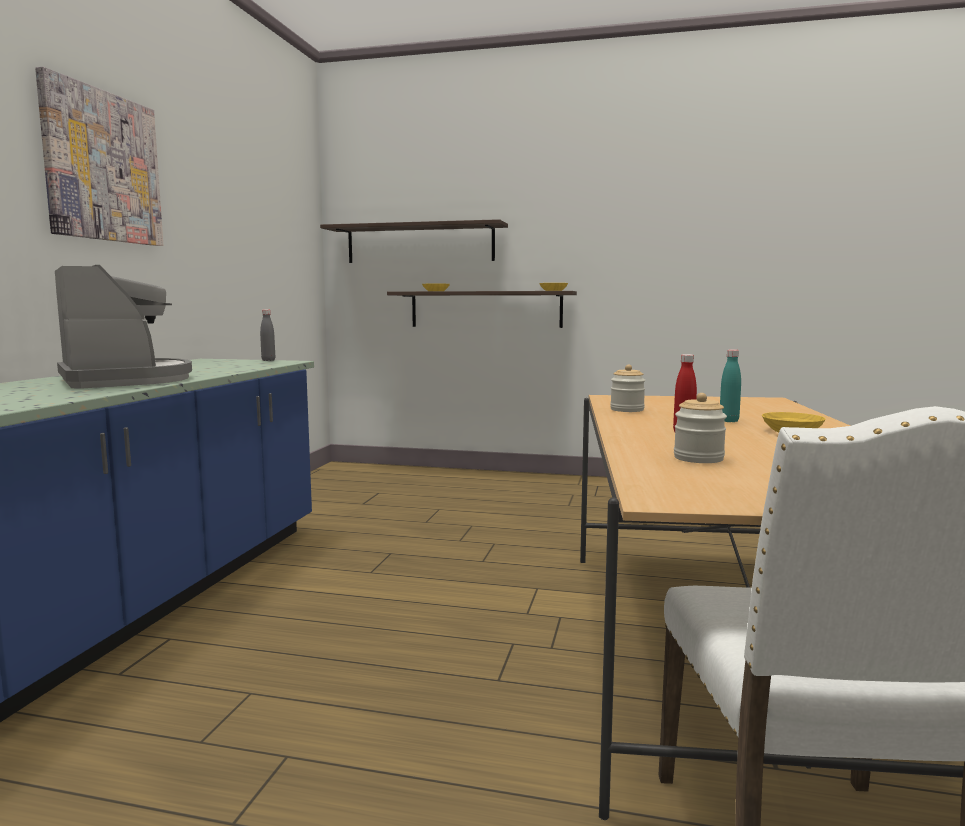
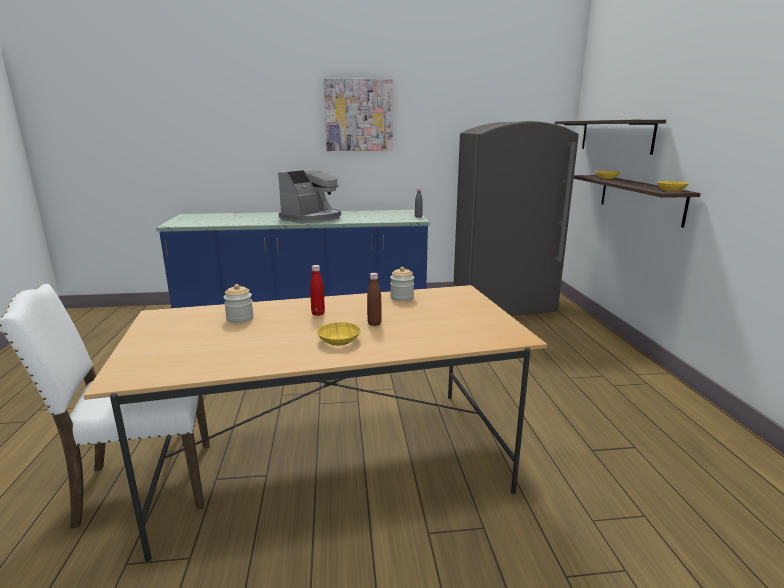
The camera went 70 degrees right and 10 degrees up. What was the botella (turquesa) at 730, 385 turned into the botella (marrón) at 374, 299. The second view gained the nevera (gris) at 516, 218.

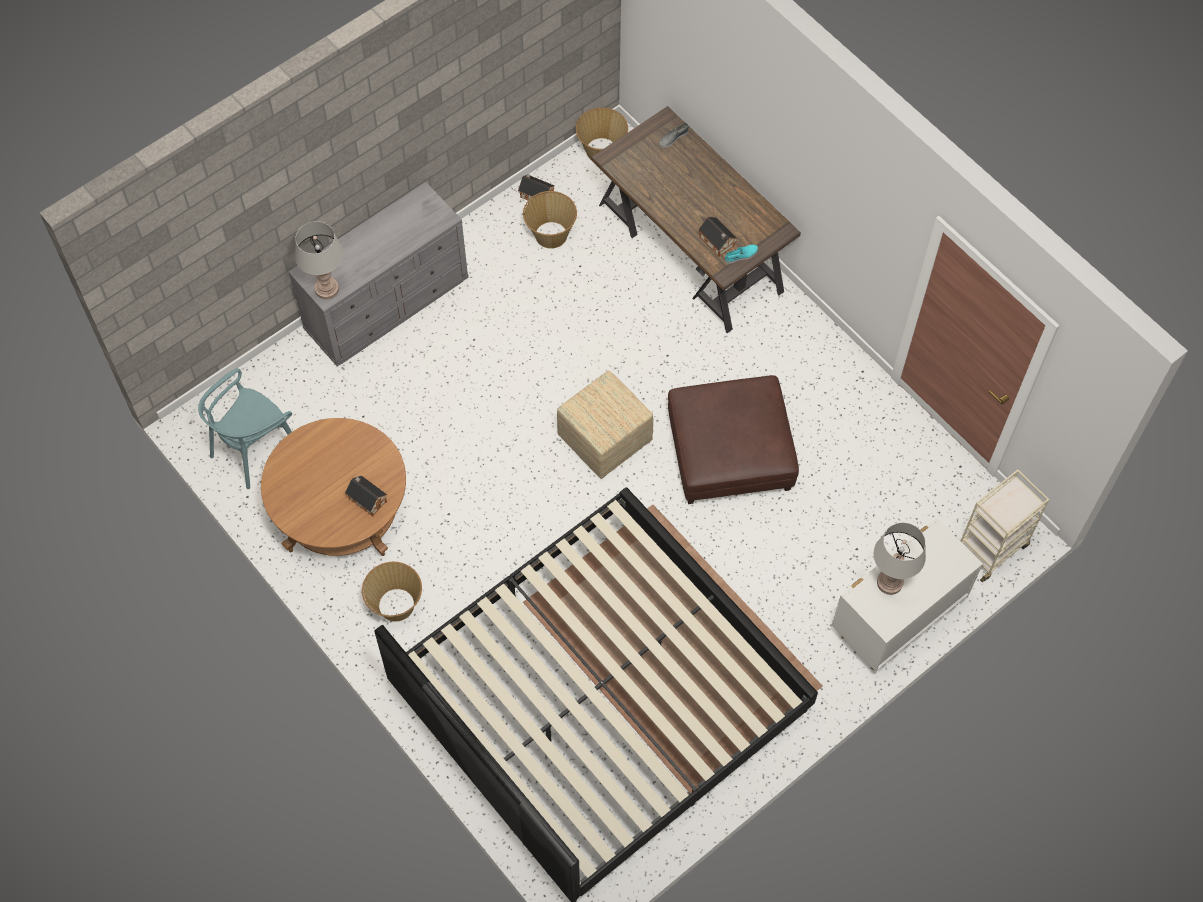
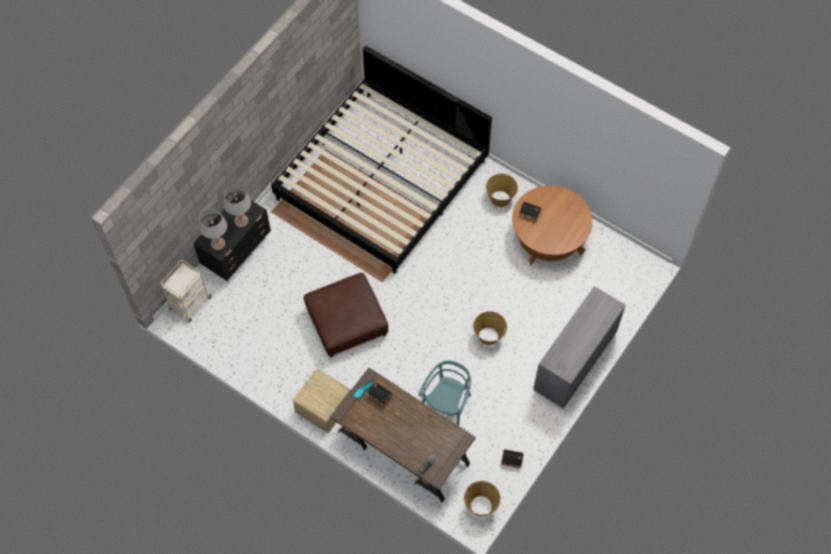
The camera went 165 degrees right and 0 degrees up. The silla (turquesa) ended up elsewhere, having gone from 245, 428 to 445, 393. The lámpara de mesa (gris) ended up elsewhere, having gone from 319, 260 to 213, 229. The cesta ended up elsewhere, having gone from 550, 220 to 490, 328. The puf ended up elsewhere, having gone from 605, 425 to 322, 401. What was the cómoda (blanco) at 907, 594 turned into the cómoda (negro) at 232, 237.

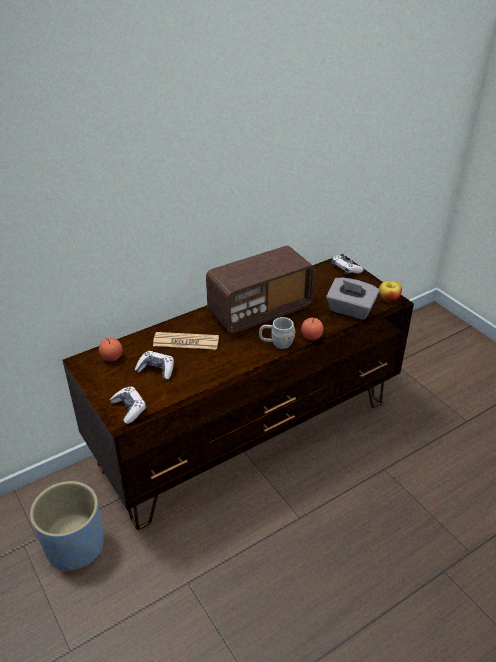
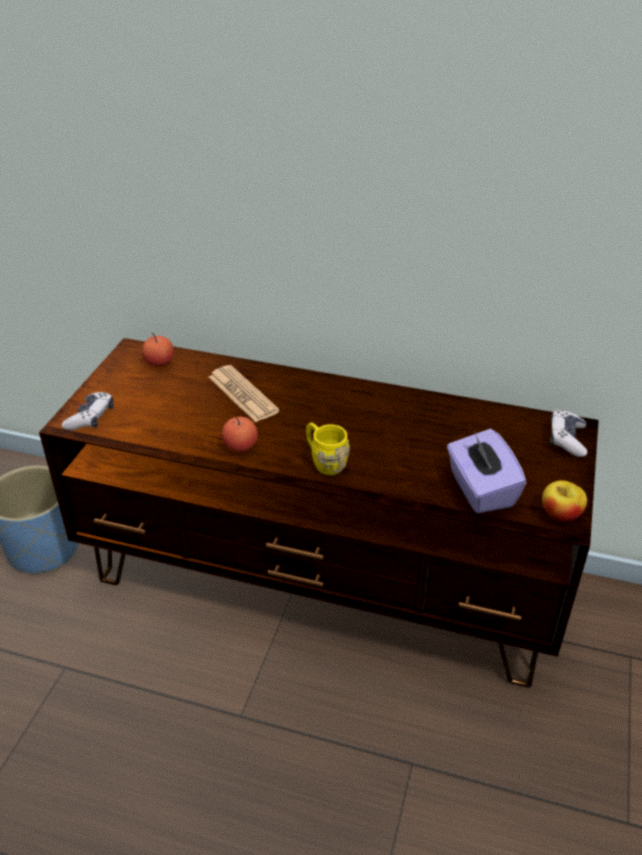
The camera went 50 degrees right and 0 degrees up. The second view lost the mando de consola at 154, 365. The second view lost the radio at 260, 289. What was the taza grande (gris) at 277, 333 turned into the taza grande (amarillo) at 328, 449. The manzana ended up elsewhere, having gone from 312, 329 to 240, 434. What was the caja de pañuelos (gris) at 352, 299 turned into the caja de pañuelos (morado) at 487, 471.

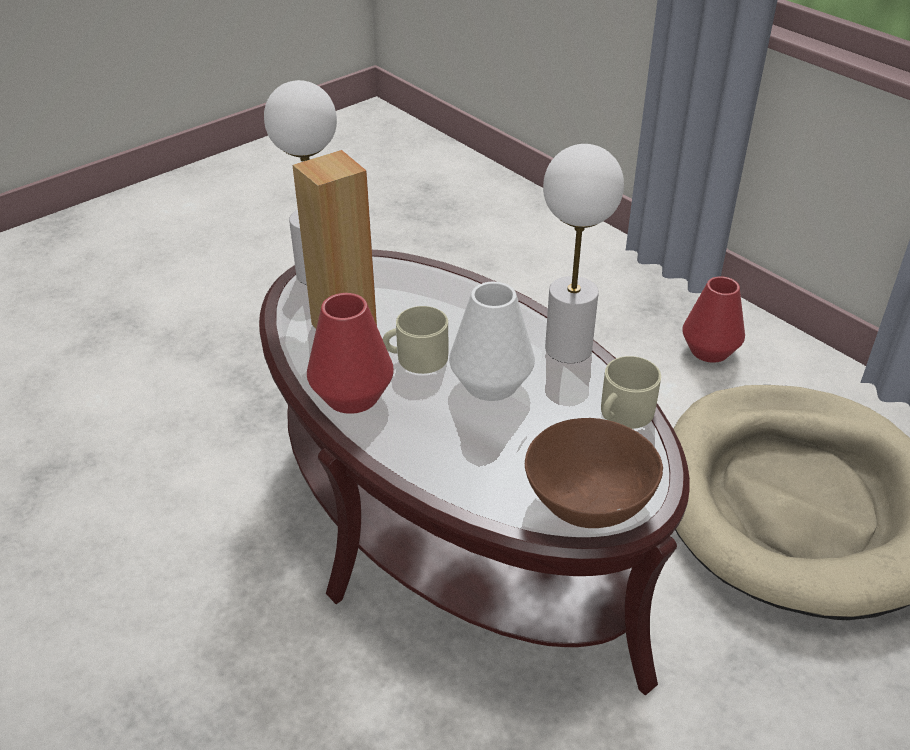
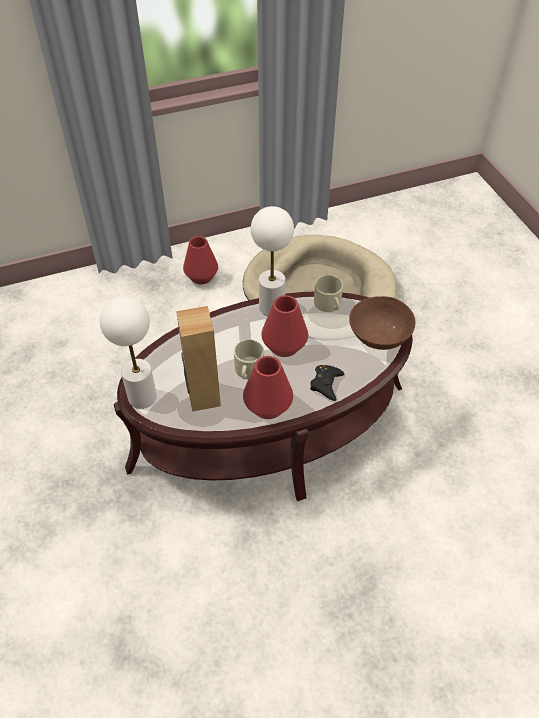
The camera went 70 degrees left and 10 degrees up. What was the florero (blanco) at 492, 341 turned into the florero (rojo) at 284, 326. The second view gained the mando de consola (negro) at 327, 383.

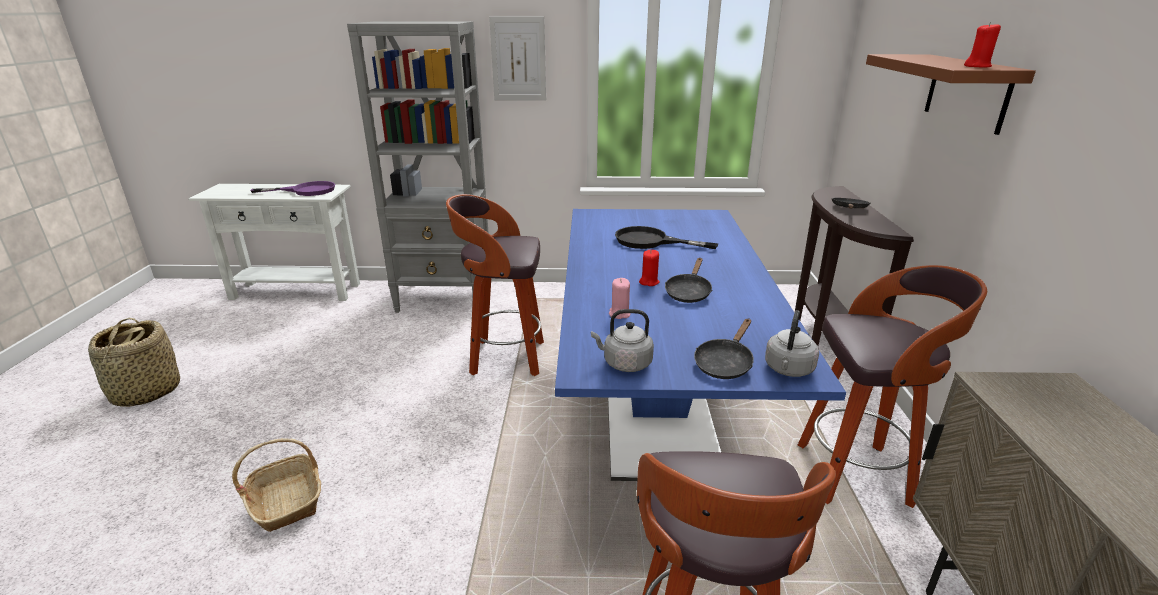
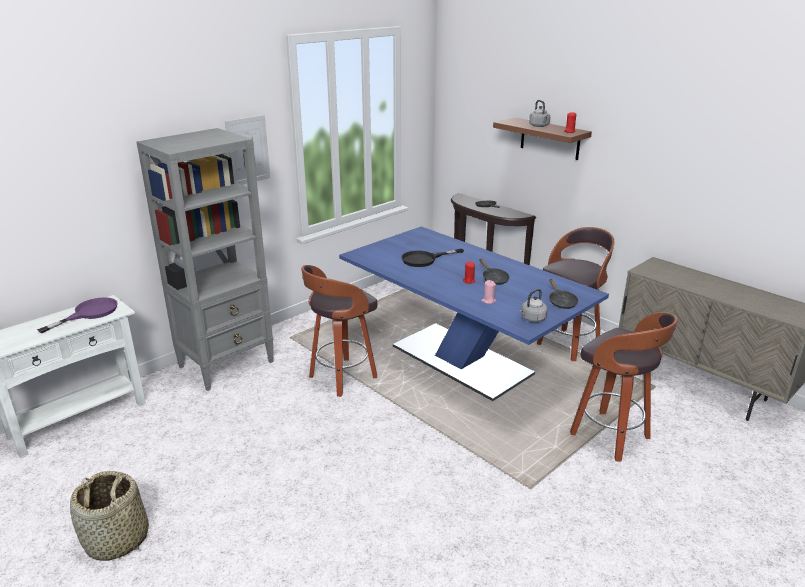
The camera went 45 degrees left and 0 degrees up. The second view lost the cesta at 276, 485. The hervidor (gris) ended up elsewhere, having gone from 792, 343 to 539, 113.

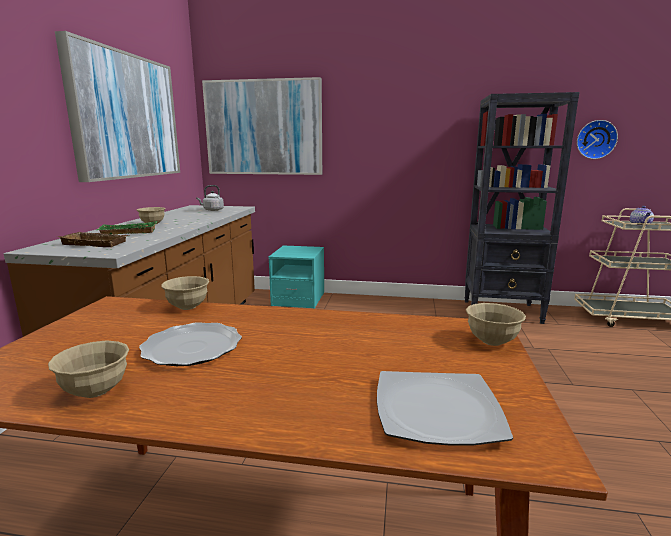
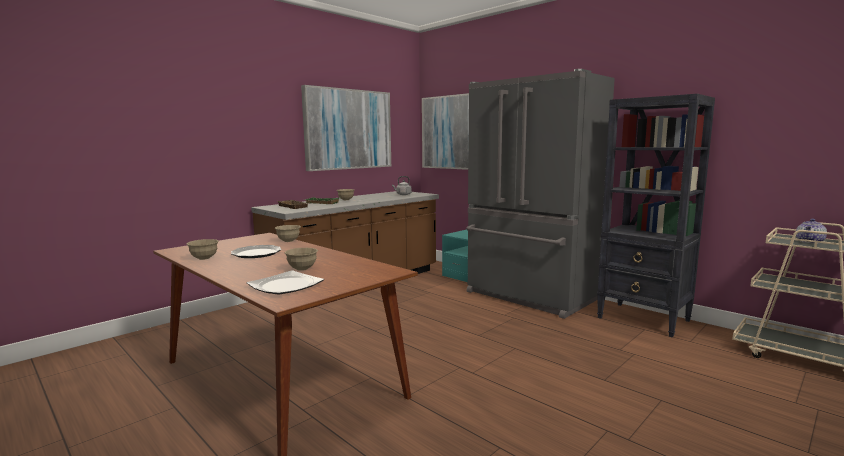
The camera went 35 degrees right and 5 degrees down. The cuenco (beis) ended up elsewhere, having gone from 496, 324 to 301, 259. The second view lost the reloj de pared at 597, 139. The second view gained the nevera (gris) at 541, 194.

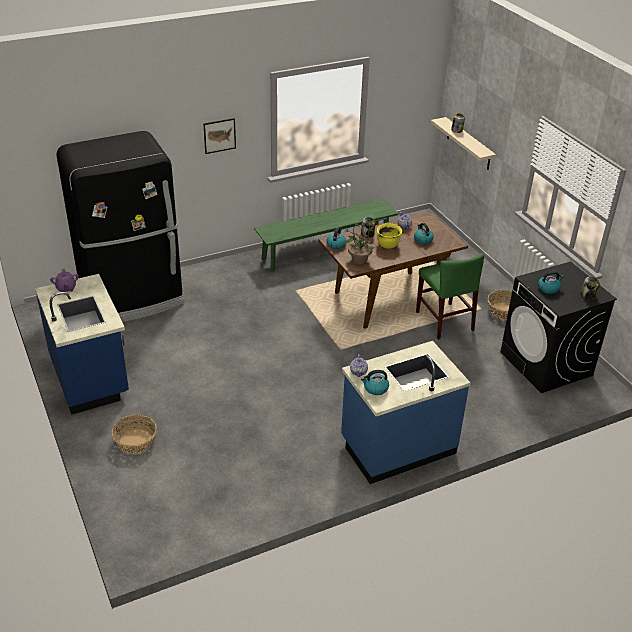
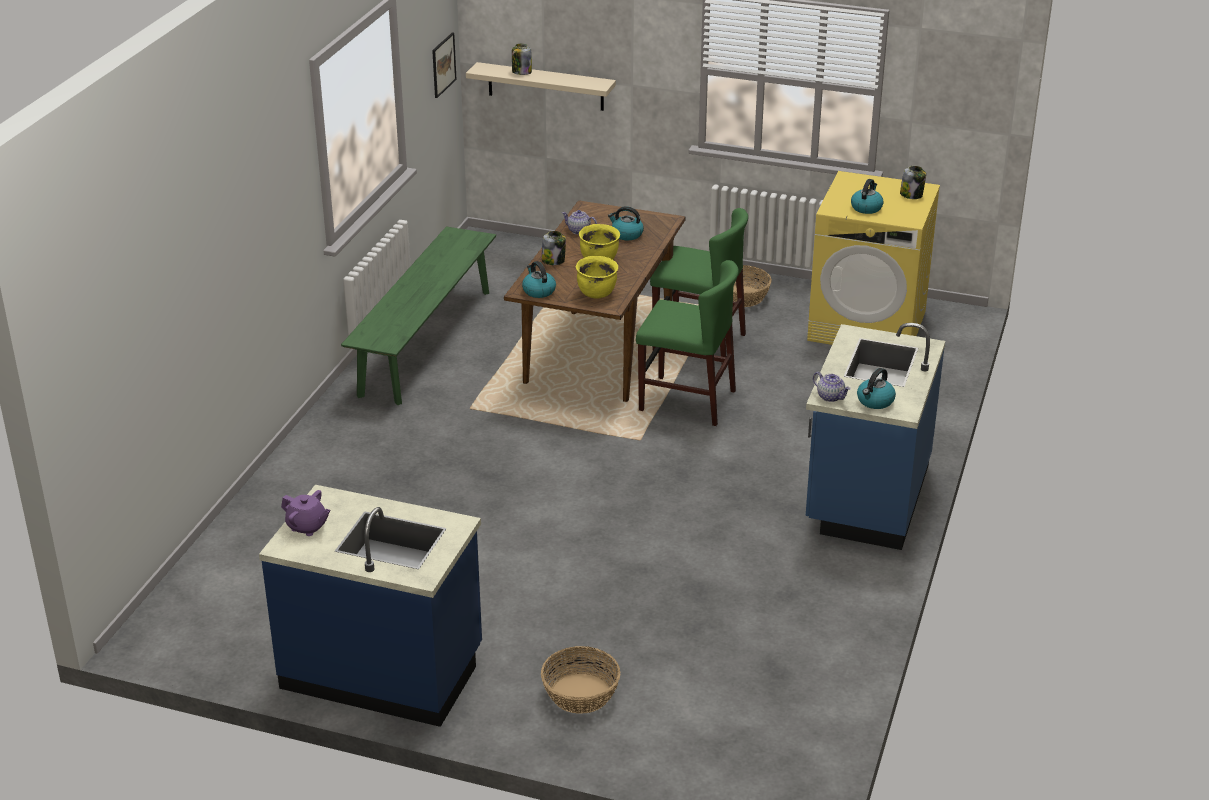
The camera went 45 degrees left and 5 degrees down. The second view lost the nevera (negro) at 120, 226. The cuadro ended up elsewhere, having gone from 220, 136 to 444, 65. Where the planta en maceta stood at 359, 243, the olla (amarillo) came to stand at 597, 277. What was the lavadora (negro) at 558, 327 turned into the lavadora (amarillo) at 873, 258. The second view gained the silla (verde) at 687, 343.

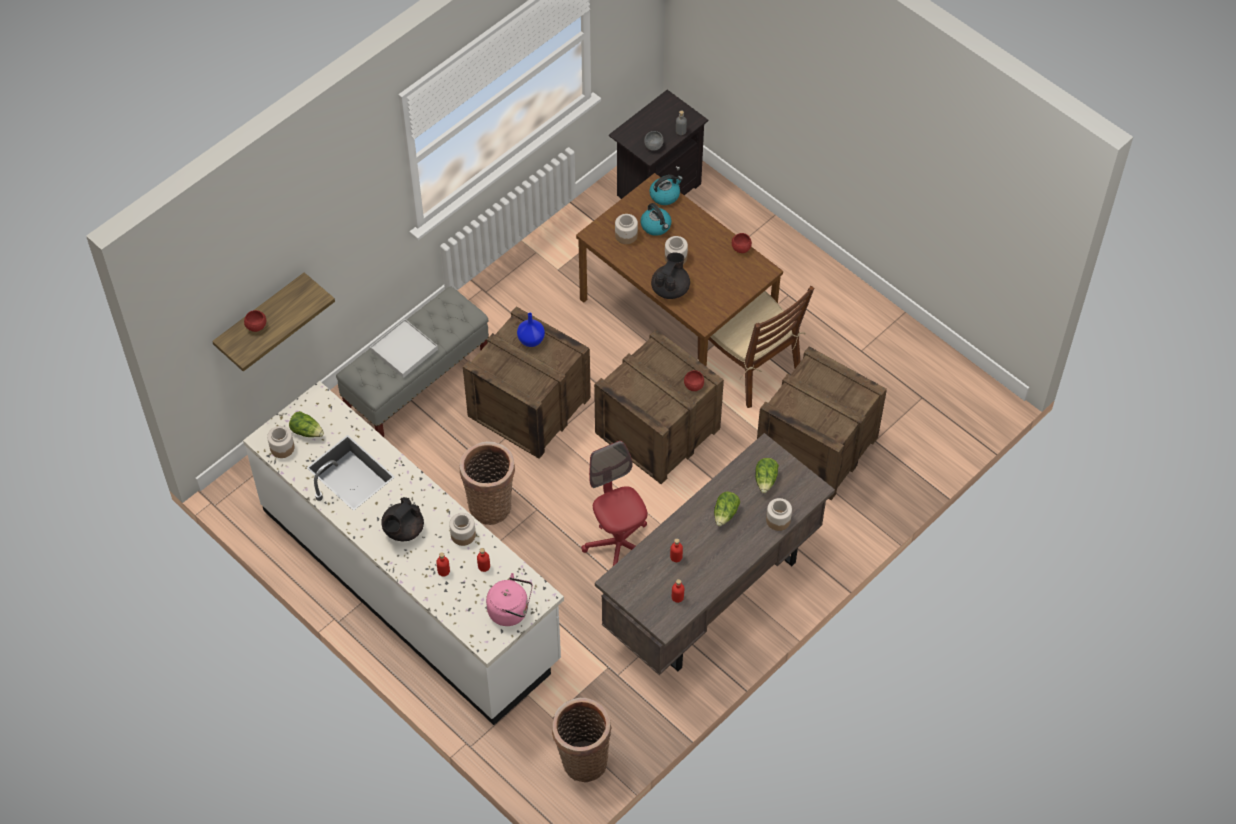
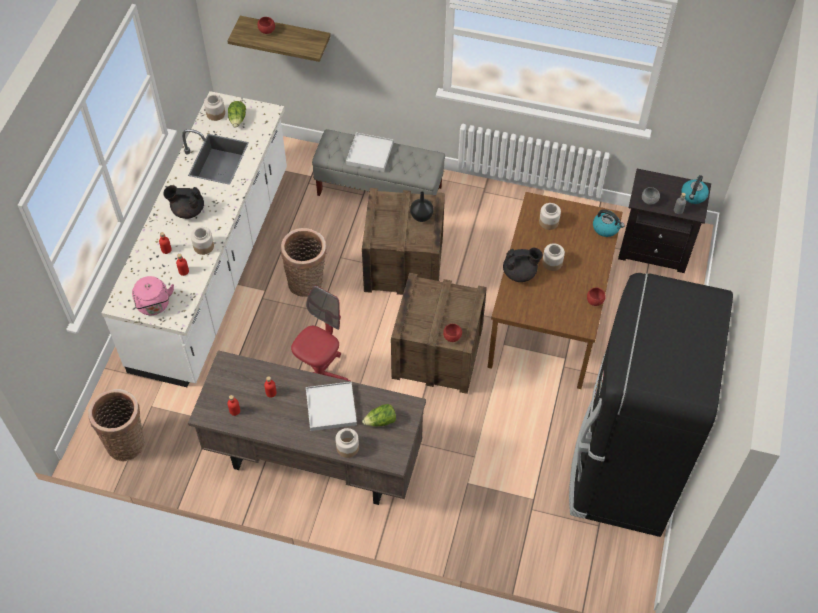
The camera went 60 degrees right and 0 degrees up. What was the florero (azul) at 531, 330 turned into the florero (negro) at 422, 206. The hervidor ended up elsewhere, having gone from 656, 219 to 695, 189. The second view lost the silla (marrón) at 756, 347. Where the lechuga stood at 727, 509, the bandeja (blanco) came to stand at 331, 406. The second view lost the caja de embalaje at 822, 423. The second view gained the nevera (negro) at 651, 405.

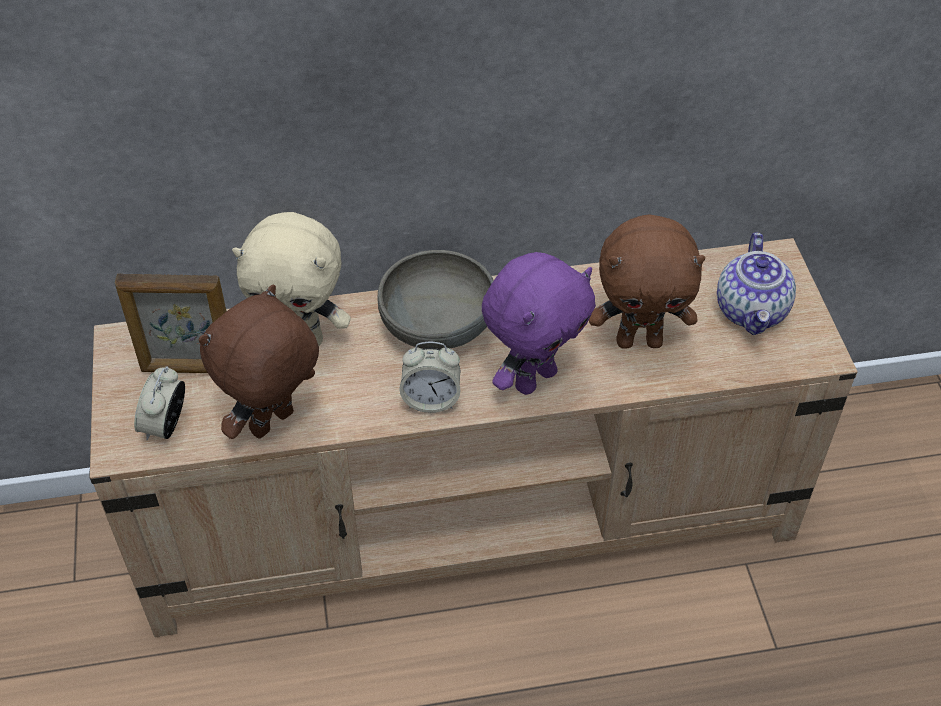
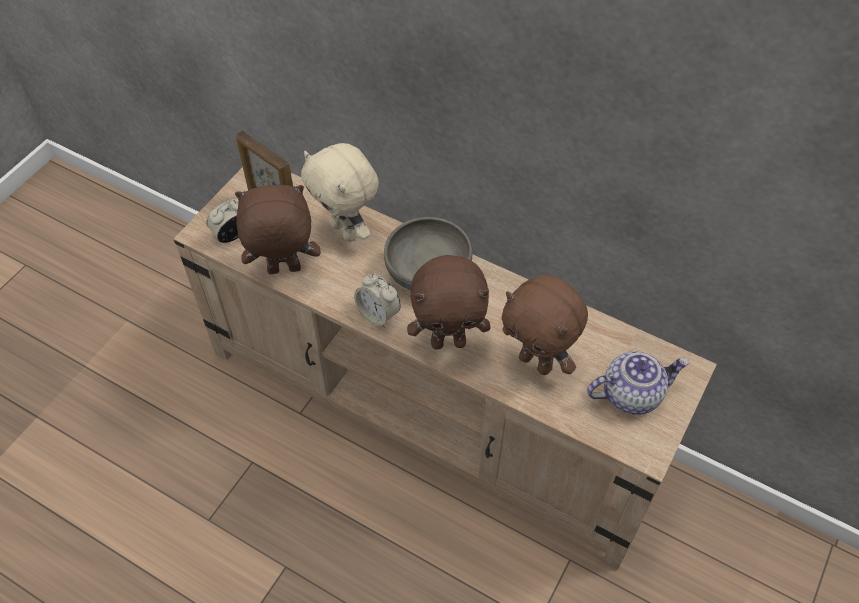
The camera went 40 degrees right and 5 degrees up. What was the peluche (morado) at 539, 323 turned into the peluche (marrón) at 449, 302. The tetera at 756, 283 ended up facing another way, 150 degrees counterclockwise from before.

